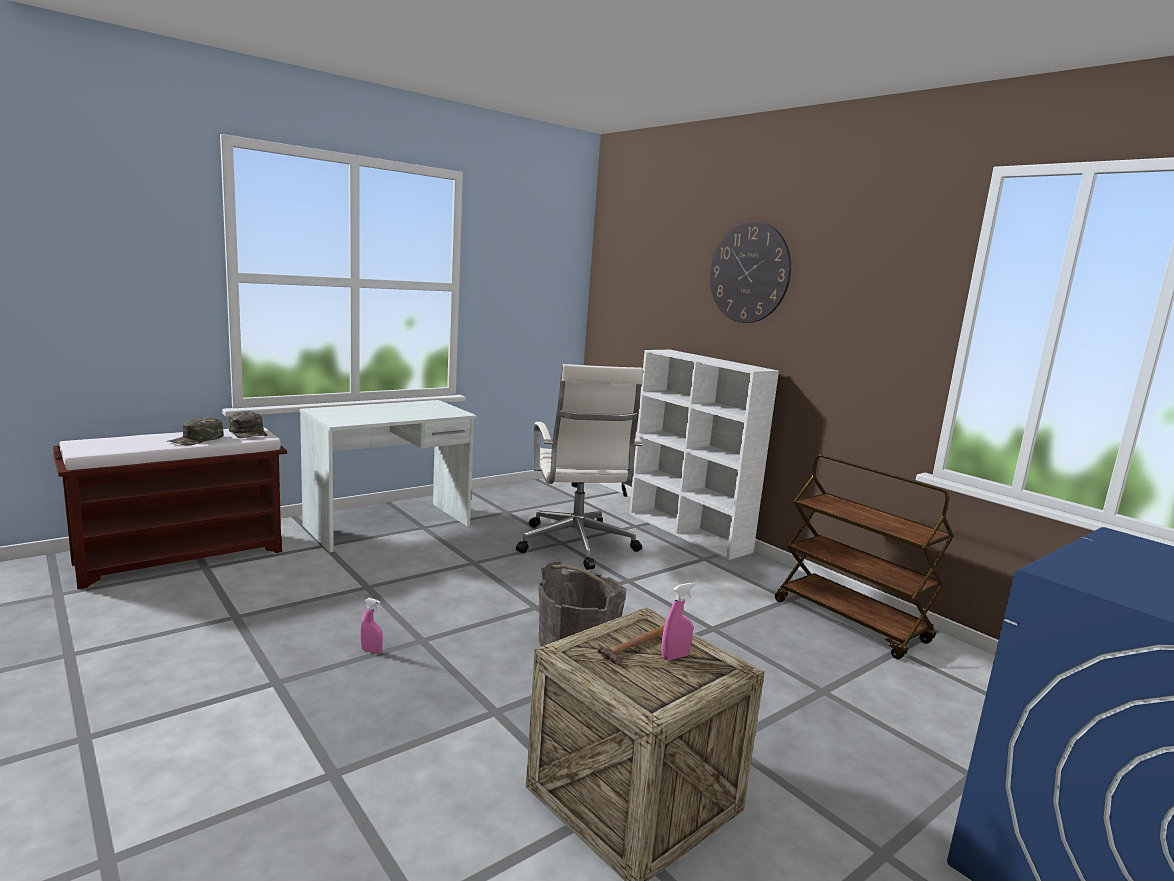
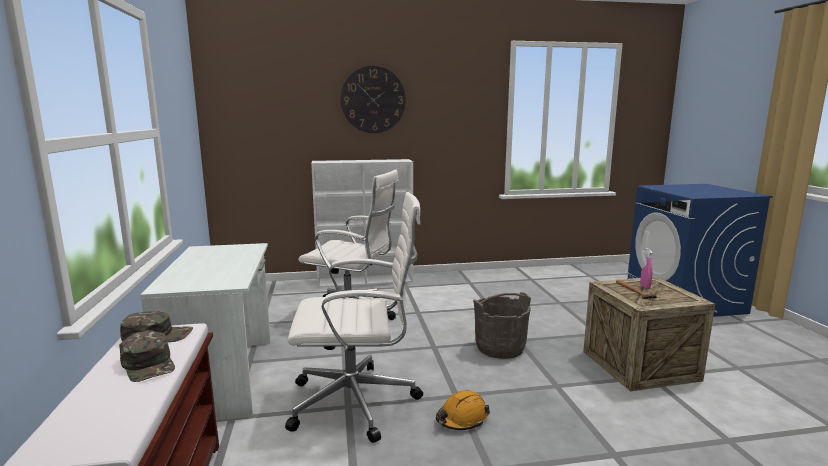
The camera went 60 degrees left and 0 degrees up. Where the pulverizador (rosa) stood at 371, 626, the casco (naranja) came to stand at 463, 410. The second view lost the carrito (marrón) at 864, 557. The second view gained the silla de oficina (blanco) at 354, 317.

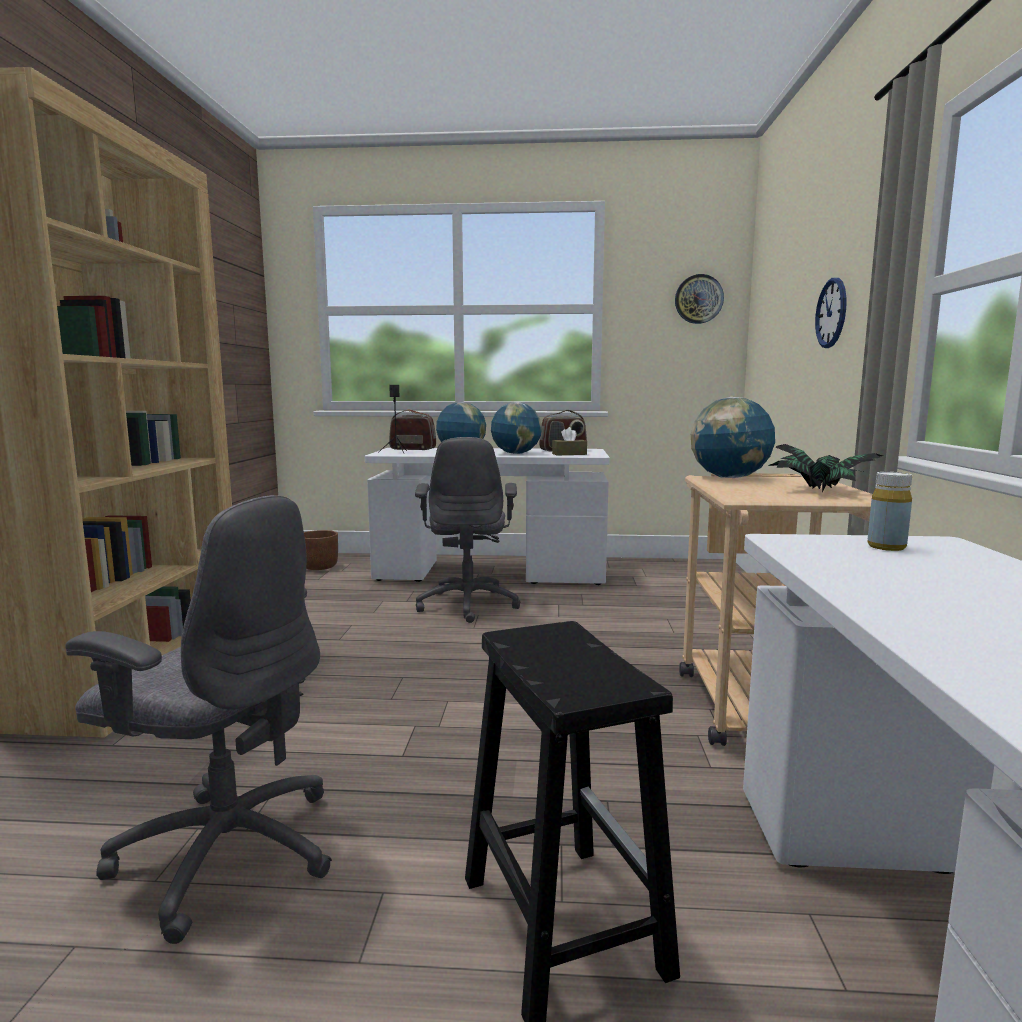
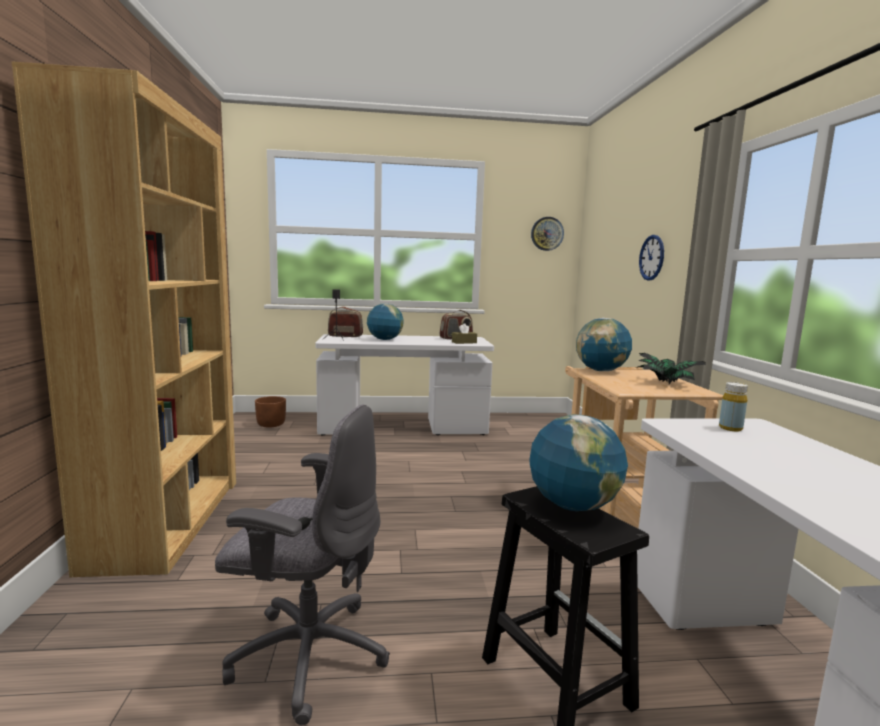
The camera went 10 degrees left and 0 degrees up. The second view lost the silla de oficina (gris) at 468, 530. The globo terráqueo ended up elsewhere, having gone from 516, 428 to 579, 462.

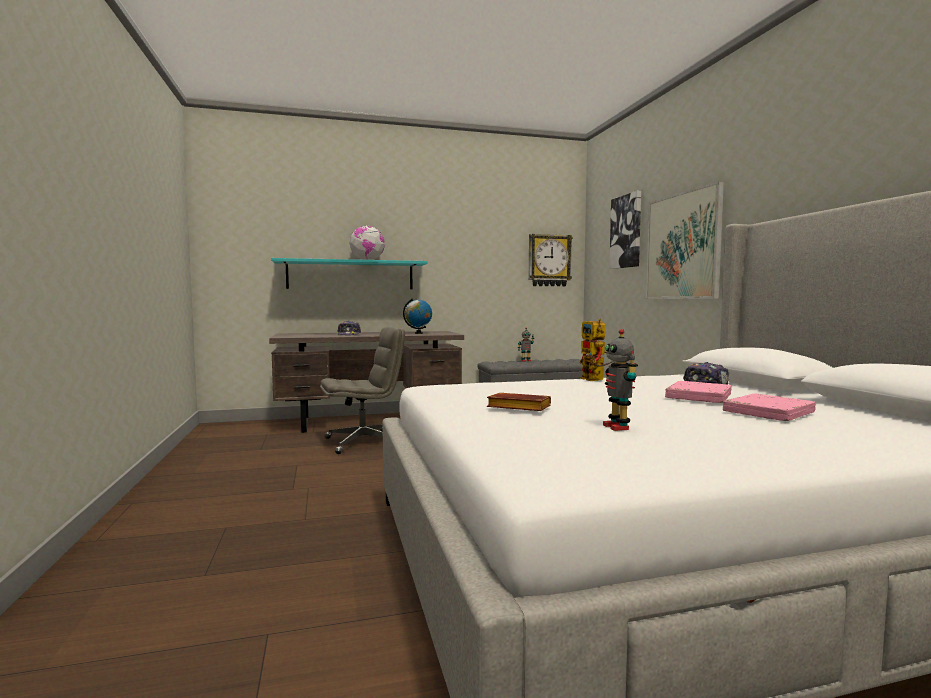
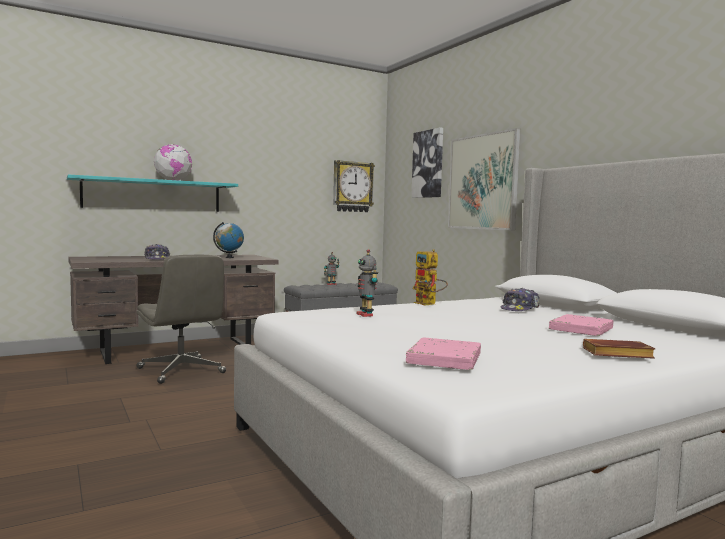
The camera went 15 degrees left and 0 degrees up. The silla de oficina (gris) at 362, 390 ended up facing another way, 90 degrees clockwise from before. The libro (marrón) ended up elsewhere, having gone from 519, 402 to 619, 349. The robot de juguete ended up elsewhere, having gone from 620, 380 to 367, 283. The libro (rosa) ended up elsewhere, having gone from 698, 392 to 443, 354.

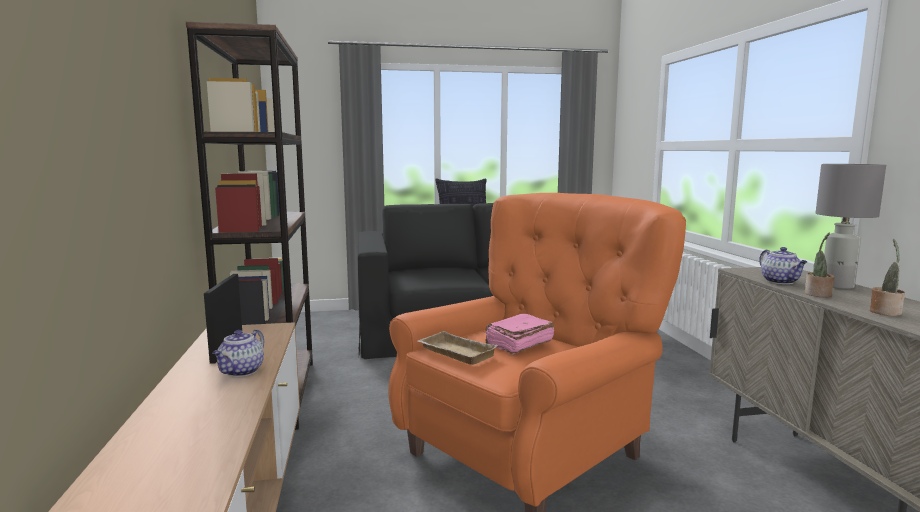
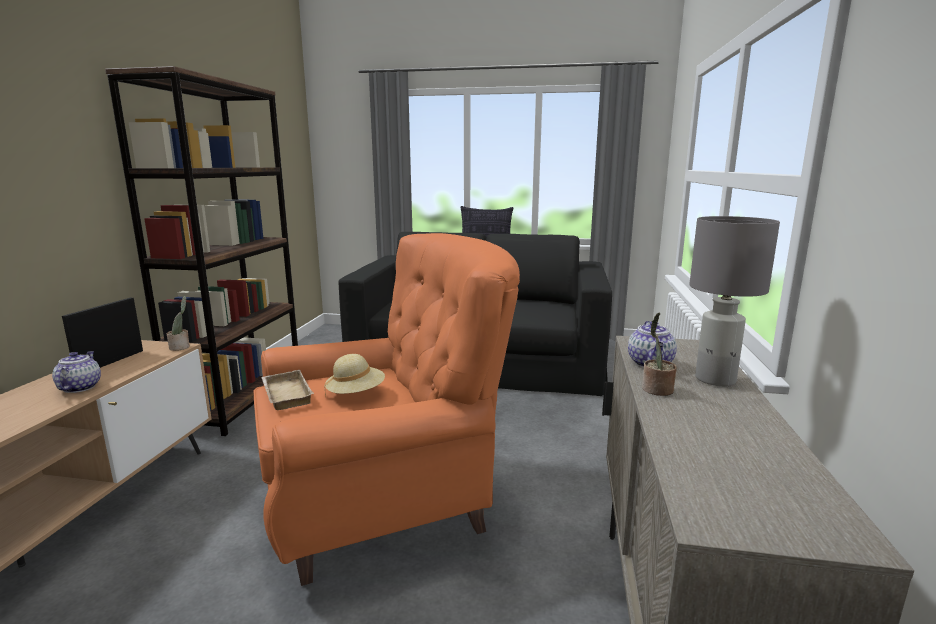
The camera went 20 degrees right and 5 degrees up. The tetera at 238, 353 ended up facing another way, 135 degrees clockwise from before. Where the libro (rosa) stood at 520, 334, the sombrero (beis) came to stand at 355, 375. The planta en maceta ended up elsewhere, having gone from 887, 277 to 178, 323.

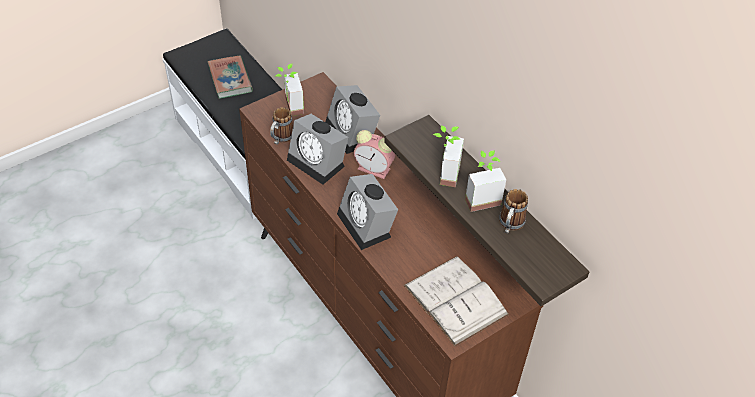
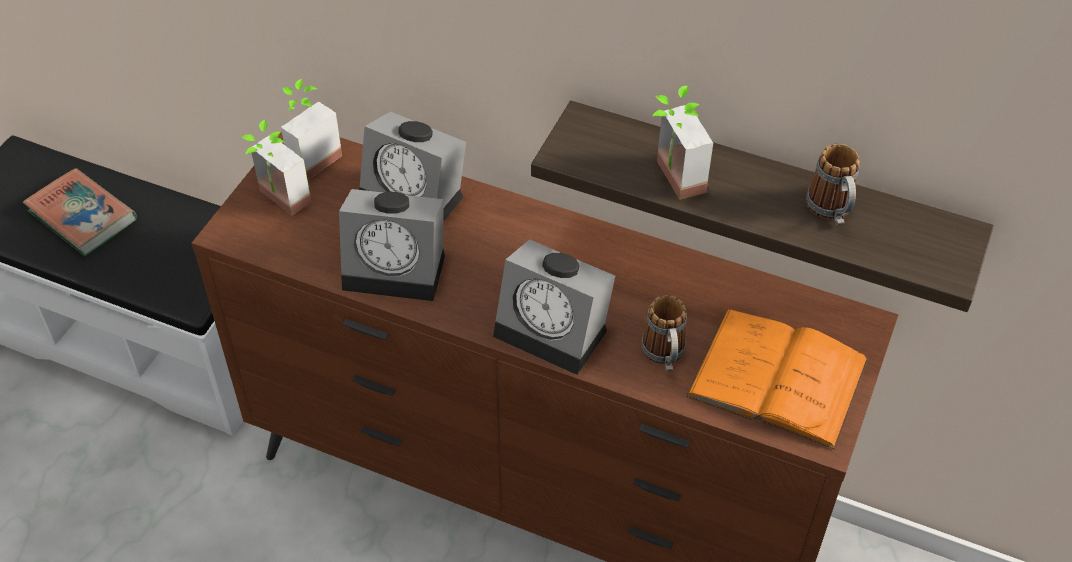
The camera went 30 degrees left and 0 degrees up. The taza grande ended up elsewhere, having gone from 281, 125 to 664, 333. The second view lost the despertador at 374, 154. What was the libro (blanco) at 456, 301 turned into the libro (naranja) at 777, 379. The planta en maceta ended up elsewhere, having gone from 485, 181 to 311, 129.

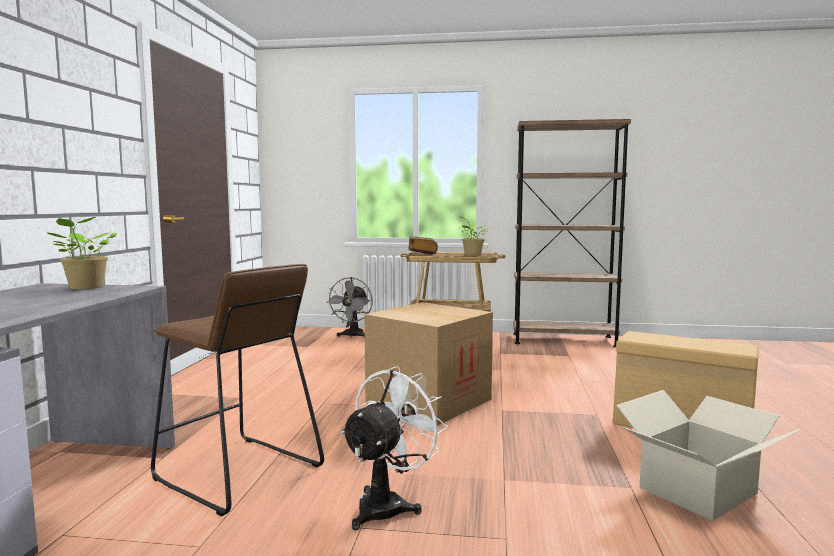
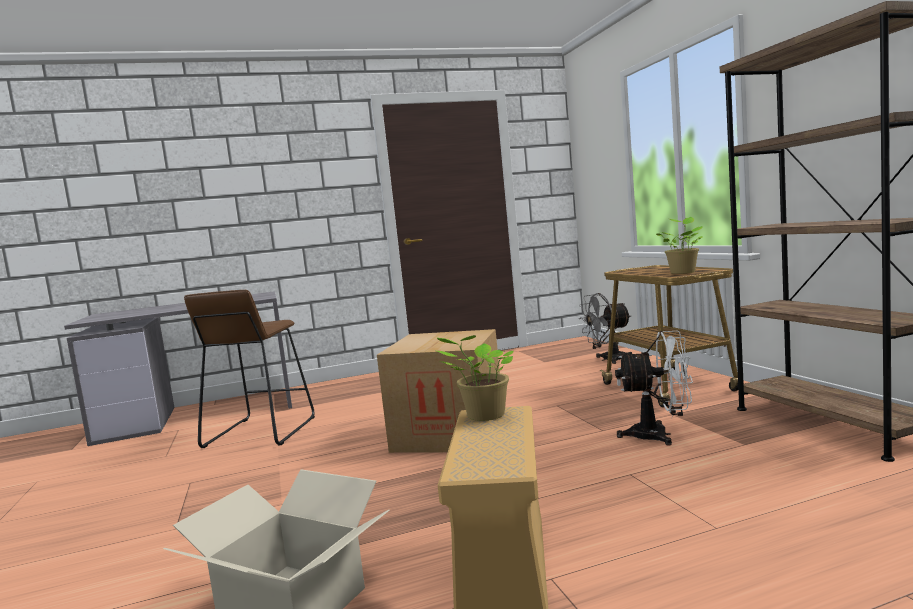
The camera went 65 degrees right and 0 degrees up. The planta en maceta ended up elsewhere, having gone from 81, 253 to 475, 378. The ventilador (blanco) ended up elsewhere, having gone from 394, 448 to 654, 388. The second view lost the libro at 423, 245.

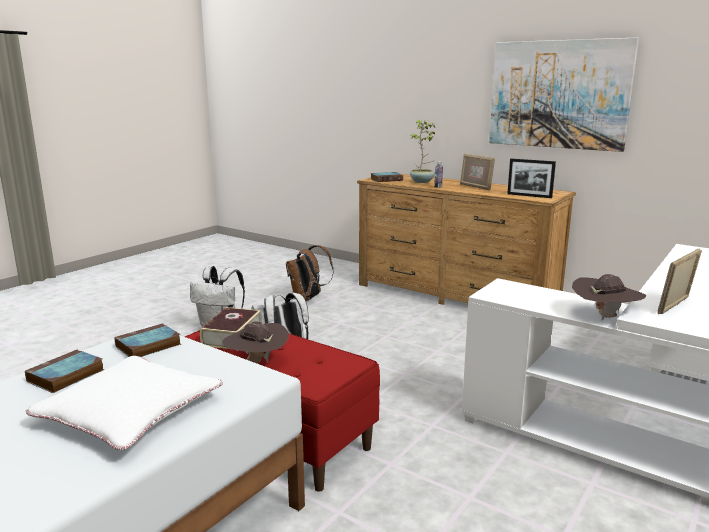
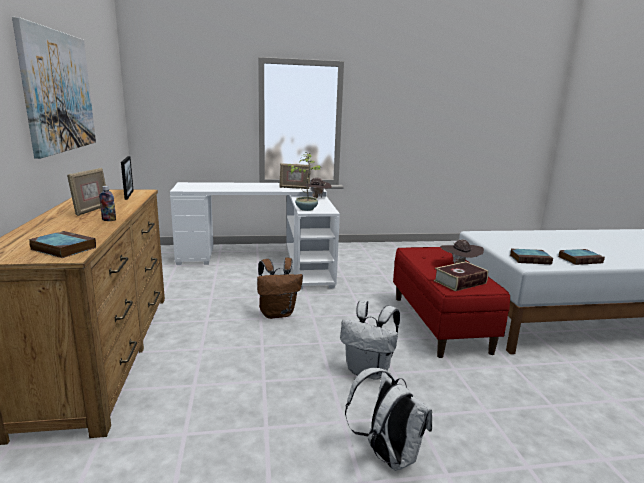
The camera went 135 degrees left and 0 degrees up. The second view lost the cojín (blanco) at 124, 403. The mochila (marrón) ended up elsewhere, having gone from 310, 273 to 280, 288. The planta en maceta ended up elsewhere, having gone from 422, 151 to 304, 181.

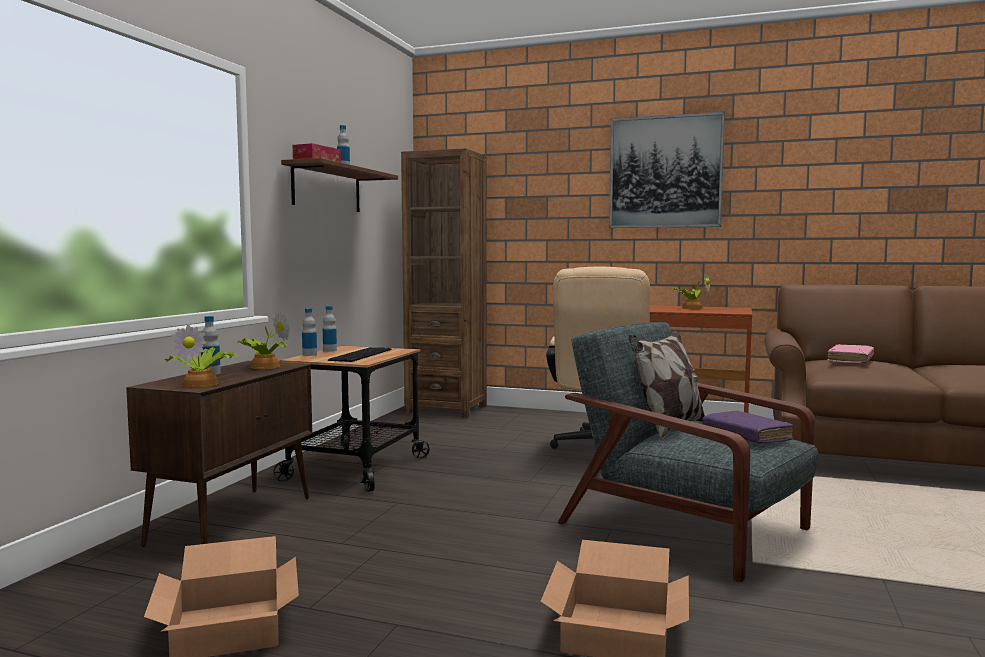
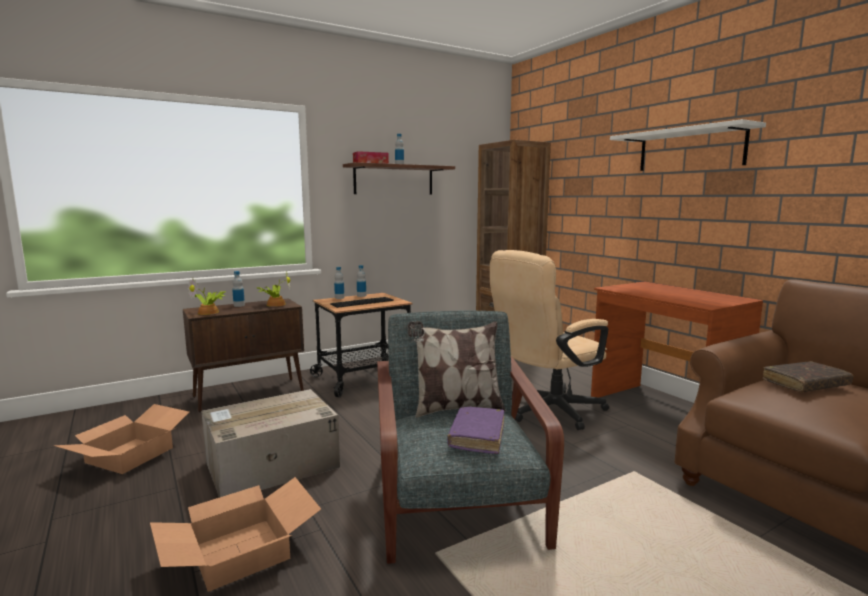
The camera went 40 degrees right and 5 degrees up. Where the cuadro hung at 667, 170, the estante (blanco) came to hang at 688, 145. The second view lost the planta en maceta at 692, 291. What was the libro (rosa) at 850, 354 turned into the libro (marrón) at 808, 376. The second view gained the caja de cartón at 270, 443.

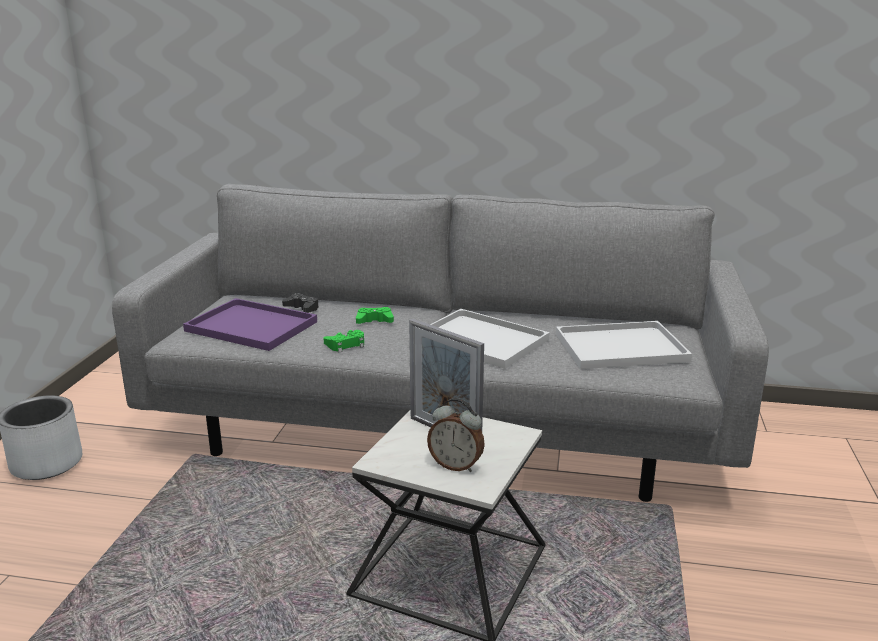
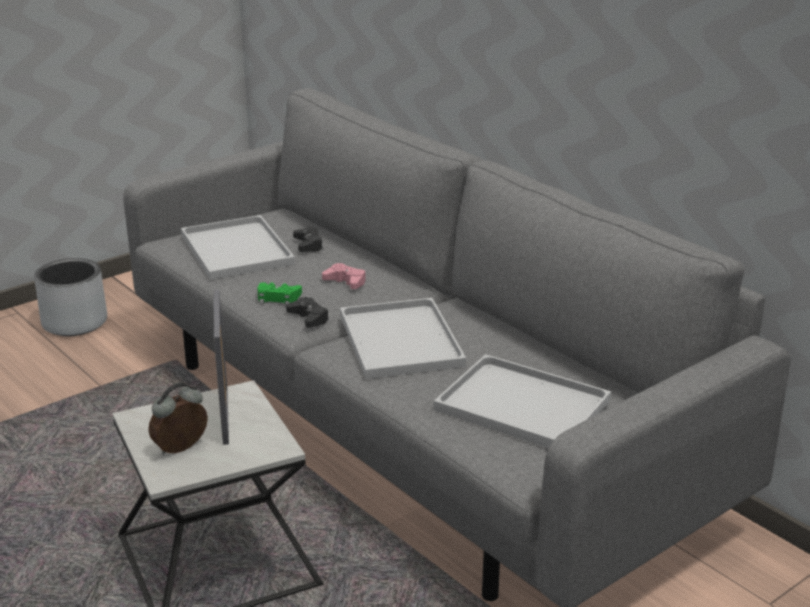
The camera went 40 degrees right and 5 degrees up. What was the bandeja (morado) at 250, 324 turned into the bandeja (blanco) at 238, 247. What was the mando de consola (verde) at 375, 315 turned into the mando de consola (rosa) at 344, 276. The despertador at 456, 435 ended up facing another way, 75 degrees clockwise from before. The second view gained the mando de consola (negro) at 307, 312.

